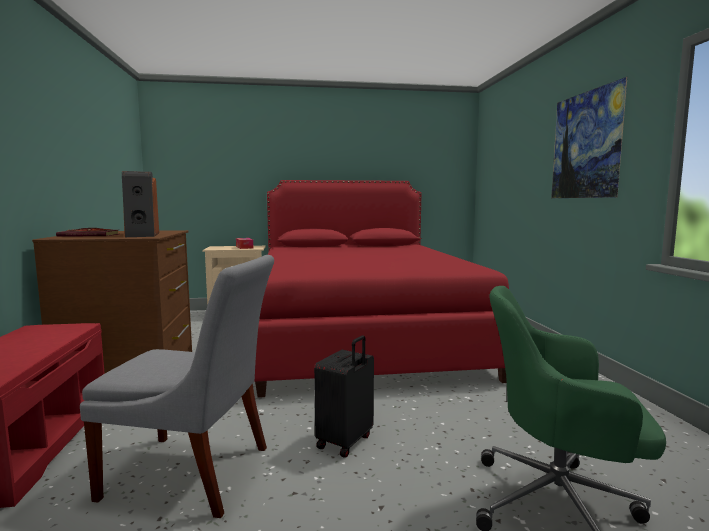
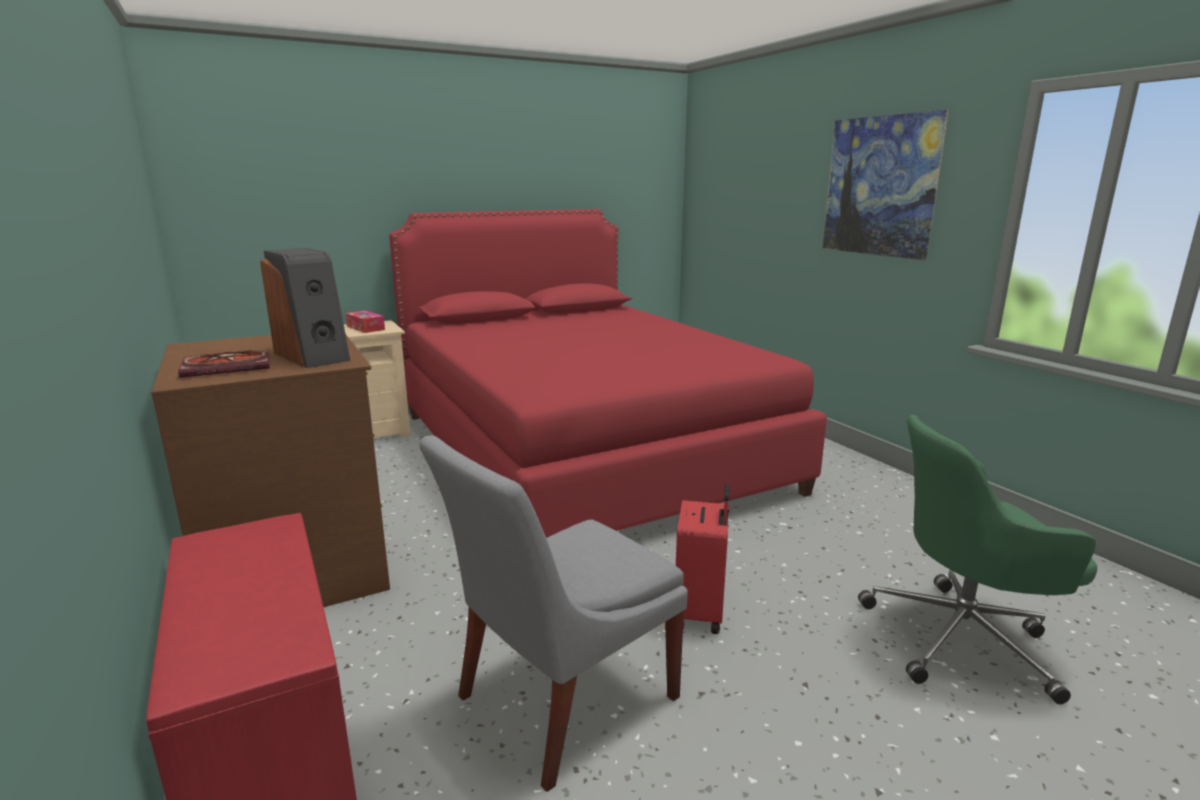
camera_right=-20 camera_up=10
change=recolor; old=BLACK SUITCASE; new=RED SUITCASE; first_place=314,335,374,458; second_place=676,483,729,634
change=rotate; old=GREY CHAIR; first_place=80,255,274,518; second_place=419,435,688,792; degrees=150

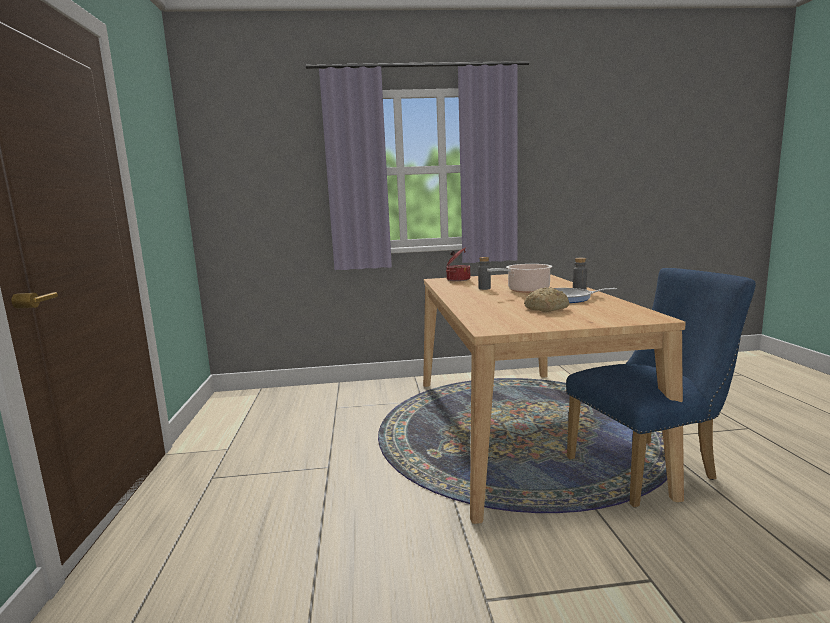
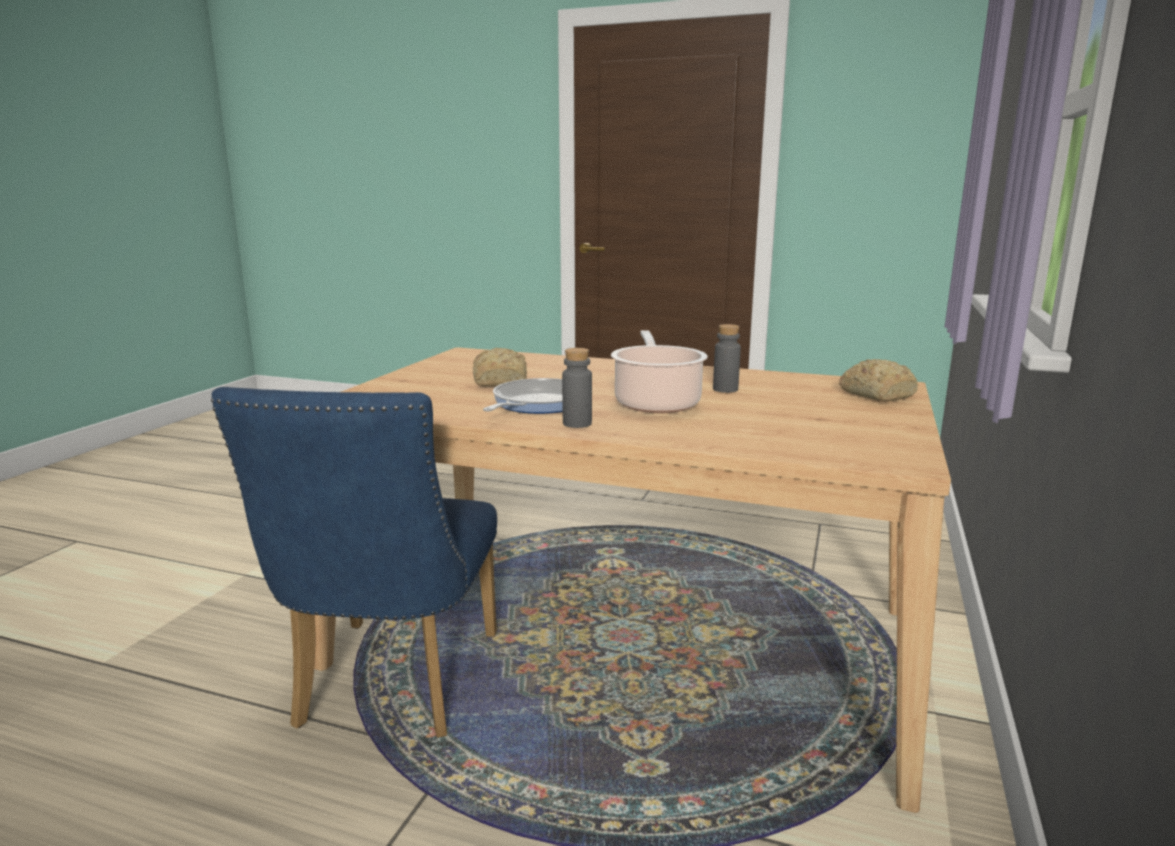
camera_right=115 camera_up=5
change=replace; old=COOKING POT; new=BREAD; first_place=446,247,471,281; second_place=839,359,918,402

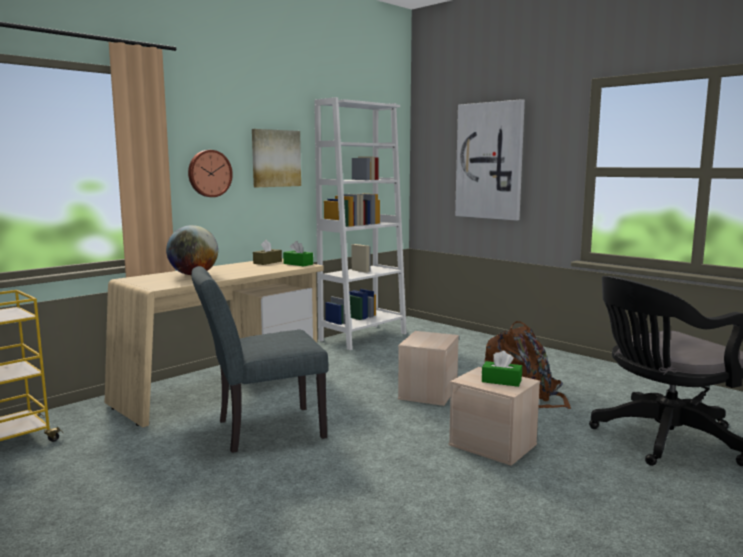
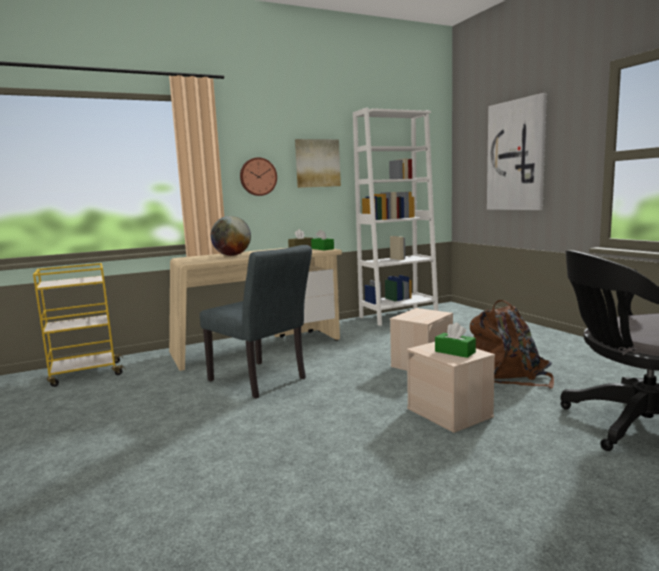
camera_right=20 camera_up=0
change=rotate; old=GREY CHAIR; first_place=191,266,328,453; second_place=200,245,312,398; degrees=-135

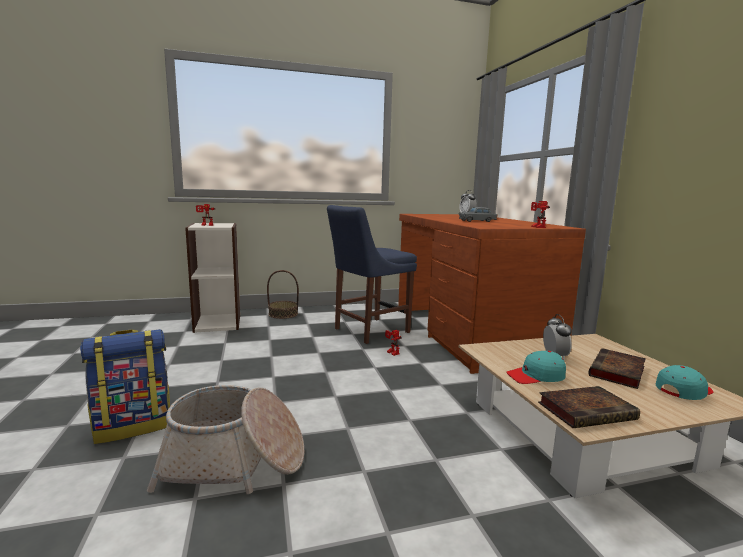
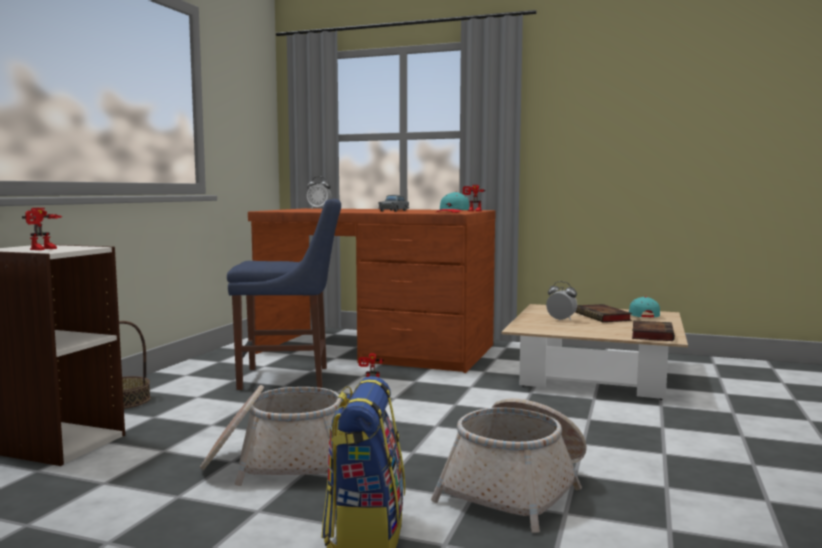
camera_right=-55 camera_up=-5
change=insert; new=BASKET; second_place=200,385,342,486
change=move; old=TURQUOISE CAP; first_place=506,351,566,384; second_place=437,192,469,213
change=rotate; old=BLUE CHAIR; first_place=327,205,417,344; second_place=227,198,341,390; degrees=-90

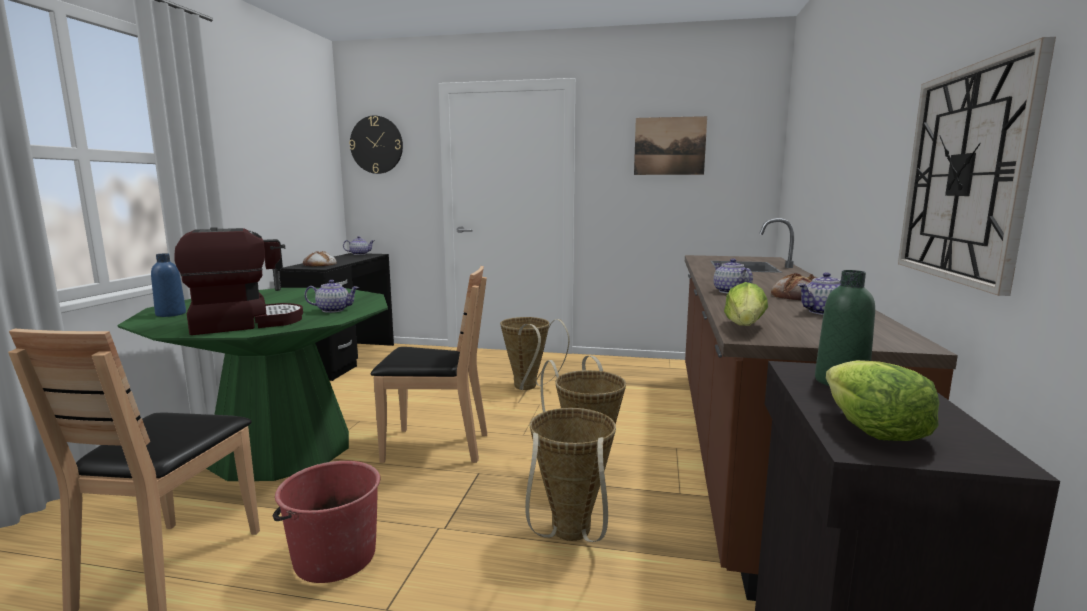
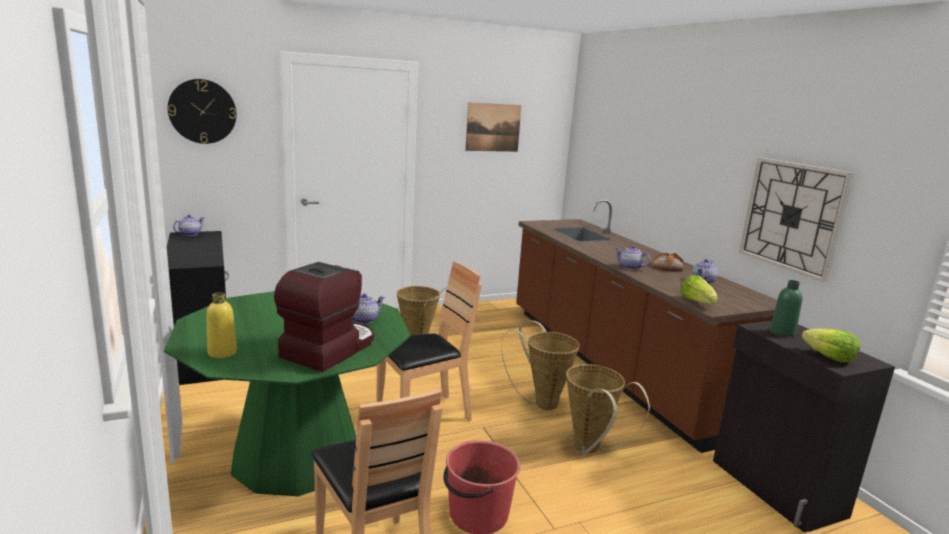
camera_right=-35 camera_up=5
change=delete; old=BREAD; first_place=303,251,337,266
change=recolor; old=BLUE BOTTLE; new=YELLOW BOTTLE; first_place=151,253,186,317; second_place=206,292,237,358

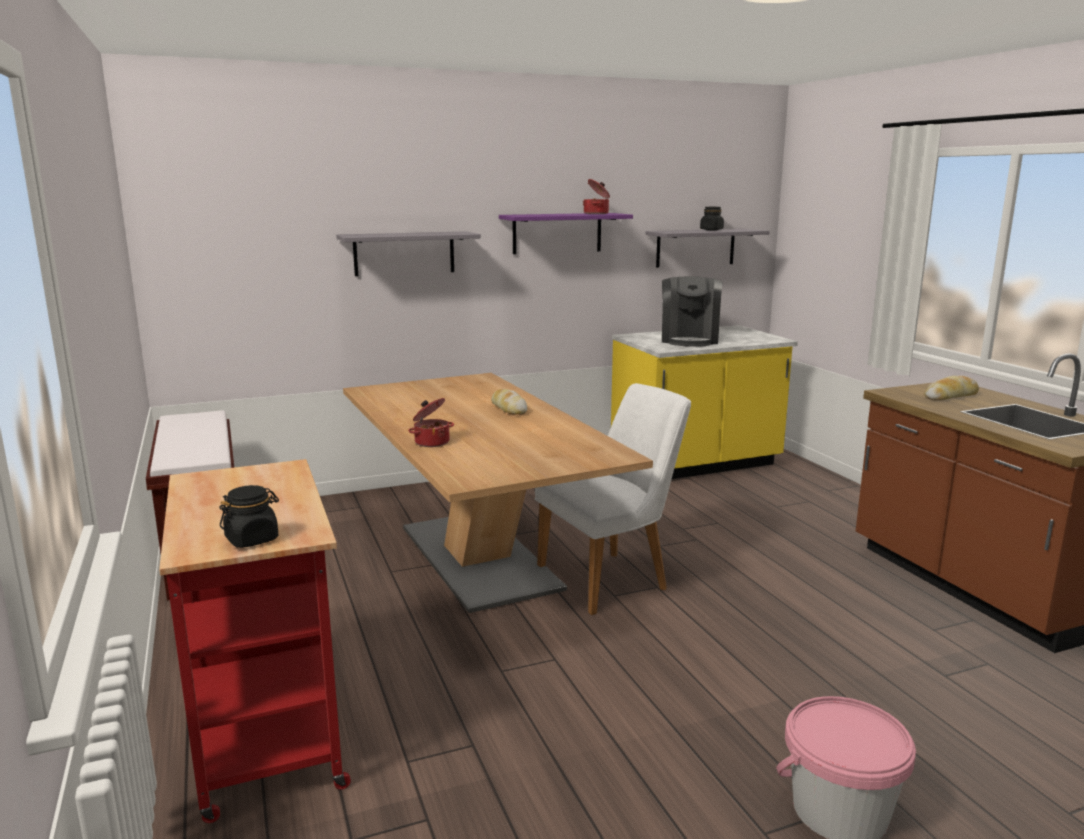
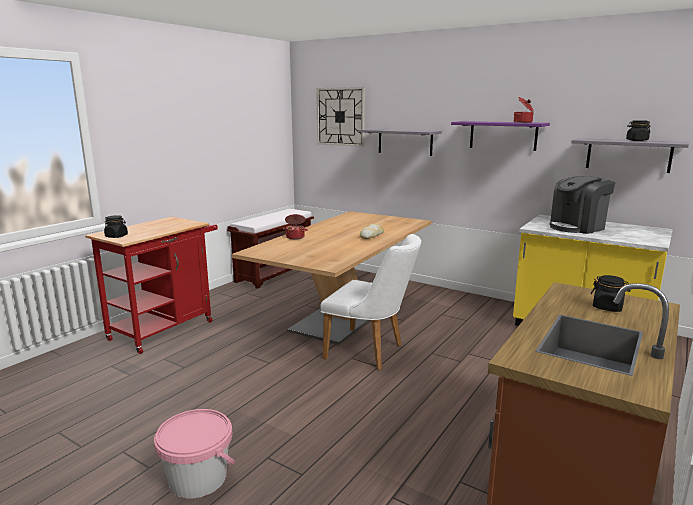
camera_right=55 camera_up=0
change=insert; new=WALL CLOCK; second_place=316,87,365,147
change=replace; old=BREAD; new=BLACK JAR; first_place=924,376,979,400; second_place=591,275,631,312

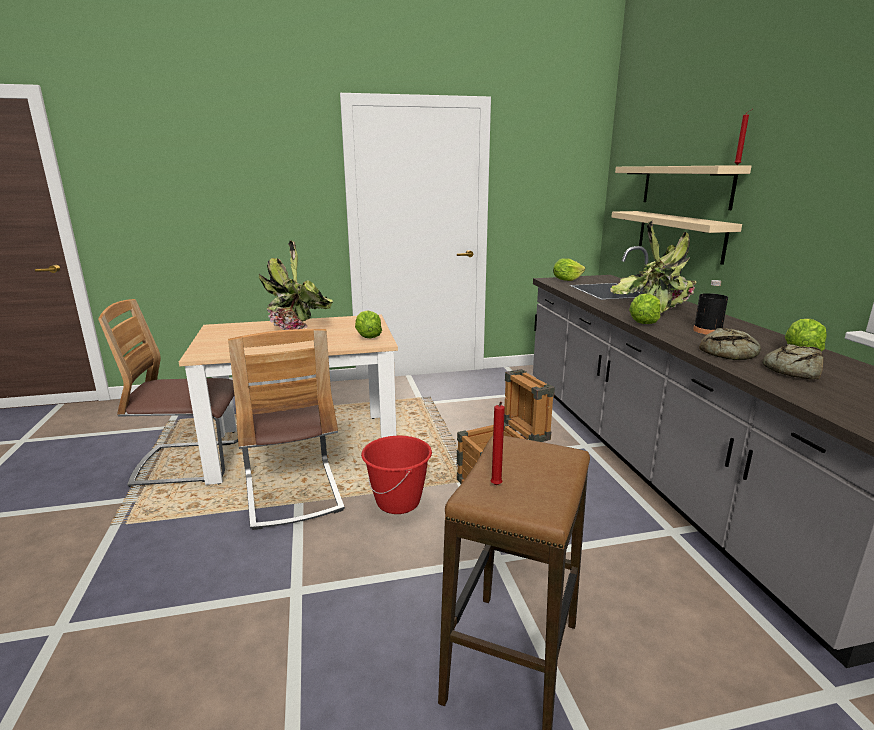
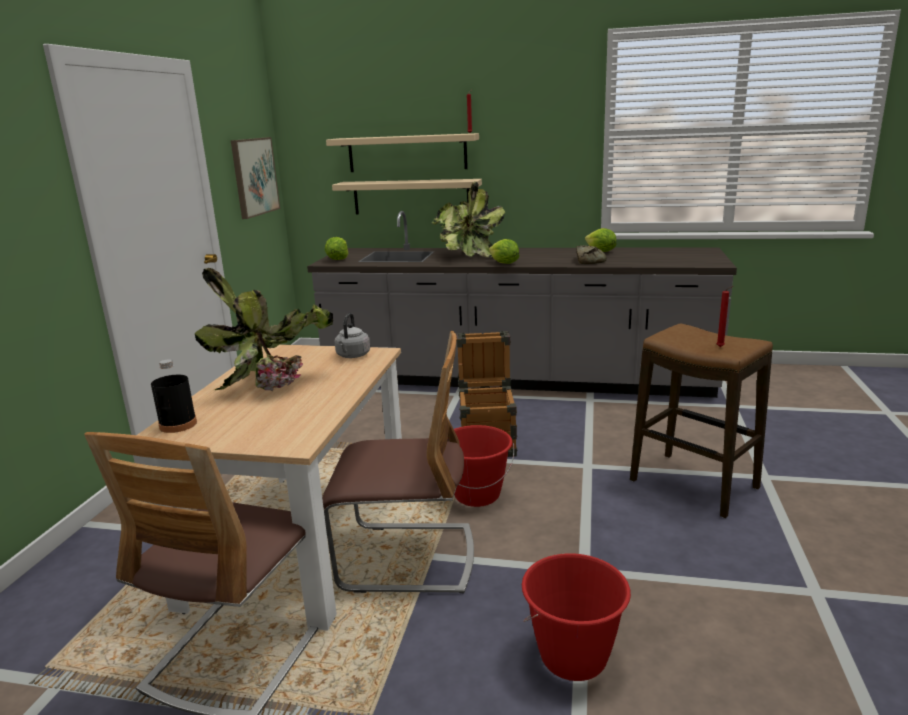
camera_right=-65 camera_up=0
change=delete; old=BREAD; first_place=762,344,823,380
change=insert; new=PICTURE; second_place=231,137,280,219
change=insert; new=RED BUCKET; second_place=522,553,631,681
change=move; old=BLACK BOTTLE; first_place=693,280,728,334; second_place=151,359,197,433
change=replace; old=LETTUCE; new=GREY KETTLE; first_place=355,310,382,338; second_place=335,313,370,358

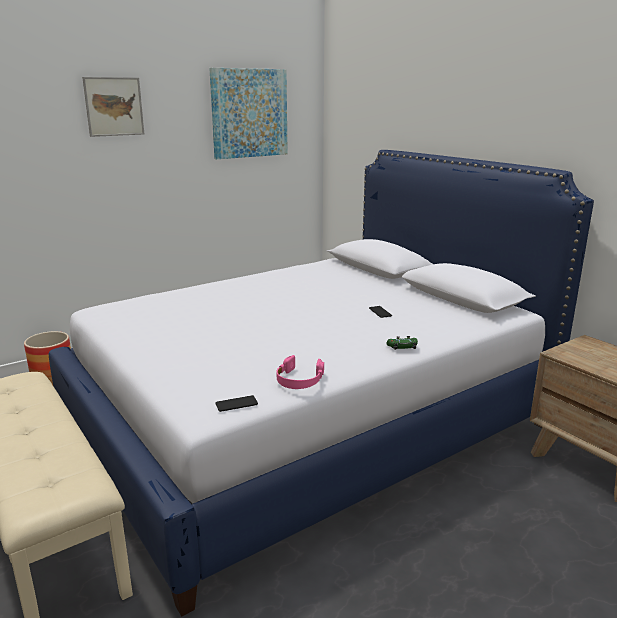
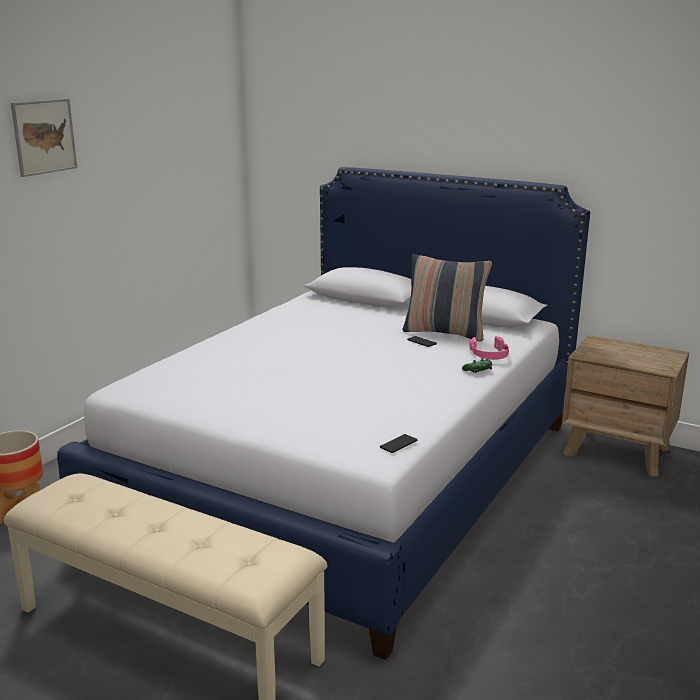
camera_right=-25 camera_up=0
change=delete; old=PICTURE; first_place=209,68,288,159
change=insert; new=PILLOW; second_place=402,254,492,341
change=move; old=PINK HEADPHONES; first_place=277,355,324,389; second_place=469,336,509,360

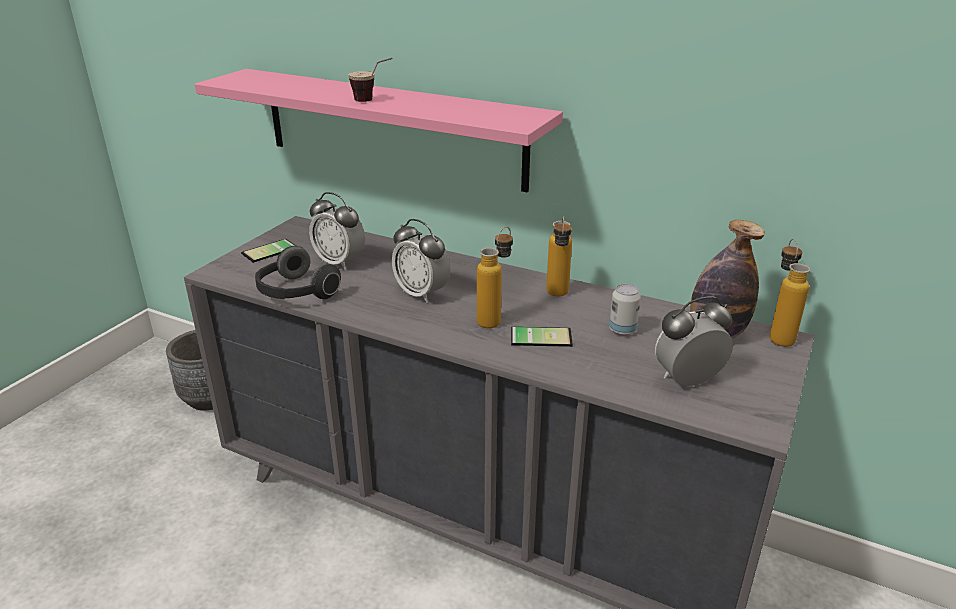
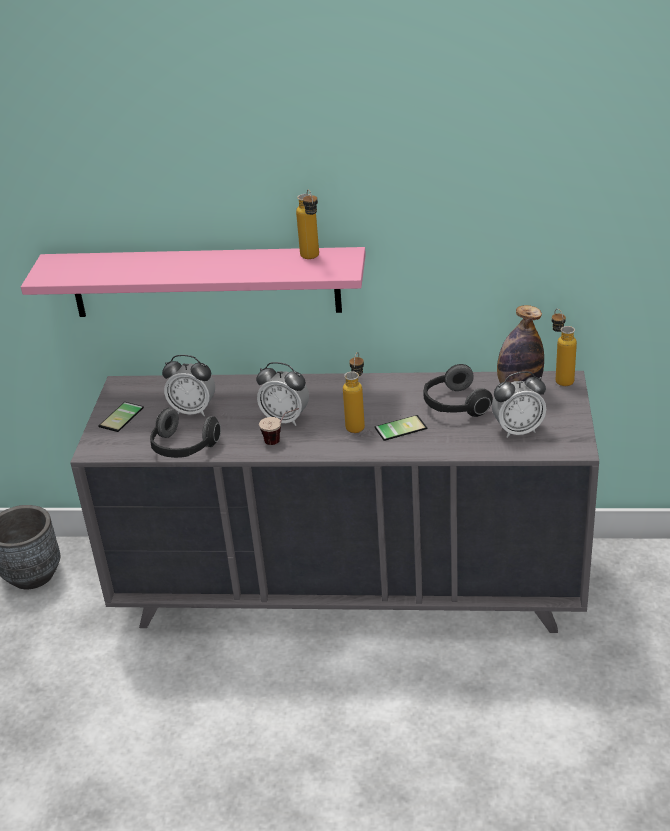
camera_right=-20 camera_up=5
change=move; old=CUP; first_place=348,58,392,102; second_place=259,408,299,445
change=move; old=BOTTLE; first_place=546,216,572,296; second_place=296,189,319,259
change=replace; old=CAN; new=HEADPHONES; first_place=609,284,641,336; second_place=424,364,493,417
change=rotate; old=ALARM CLOCK; first_place=655,296,733,387; second_place=492,371,546,438; degrees=-150

